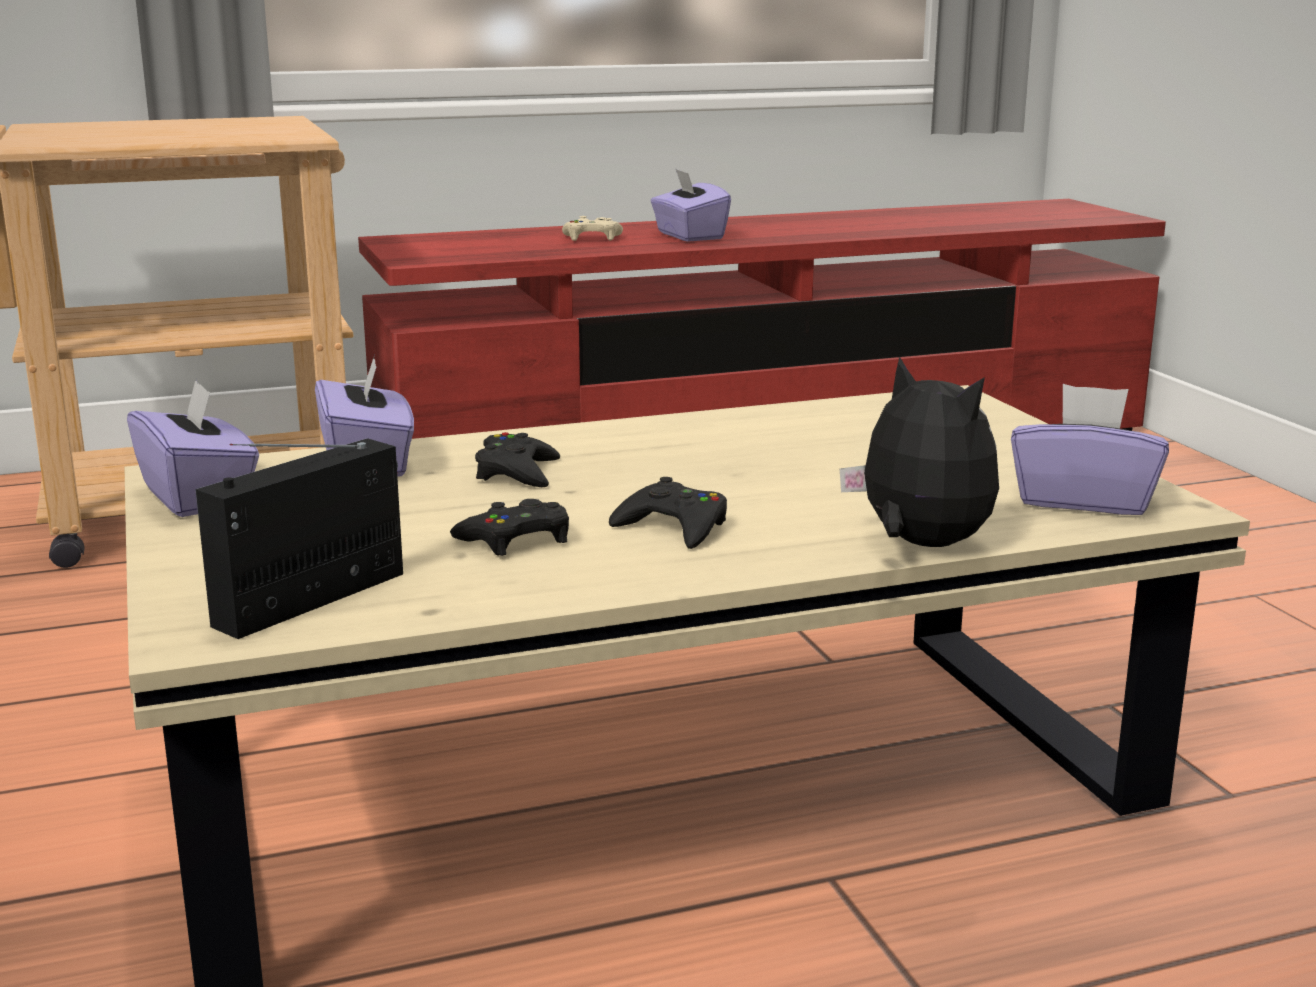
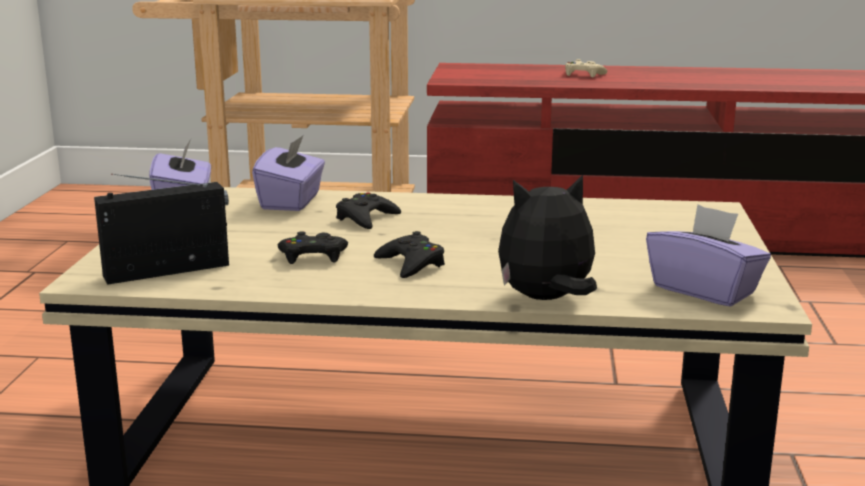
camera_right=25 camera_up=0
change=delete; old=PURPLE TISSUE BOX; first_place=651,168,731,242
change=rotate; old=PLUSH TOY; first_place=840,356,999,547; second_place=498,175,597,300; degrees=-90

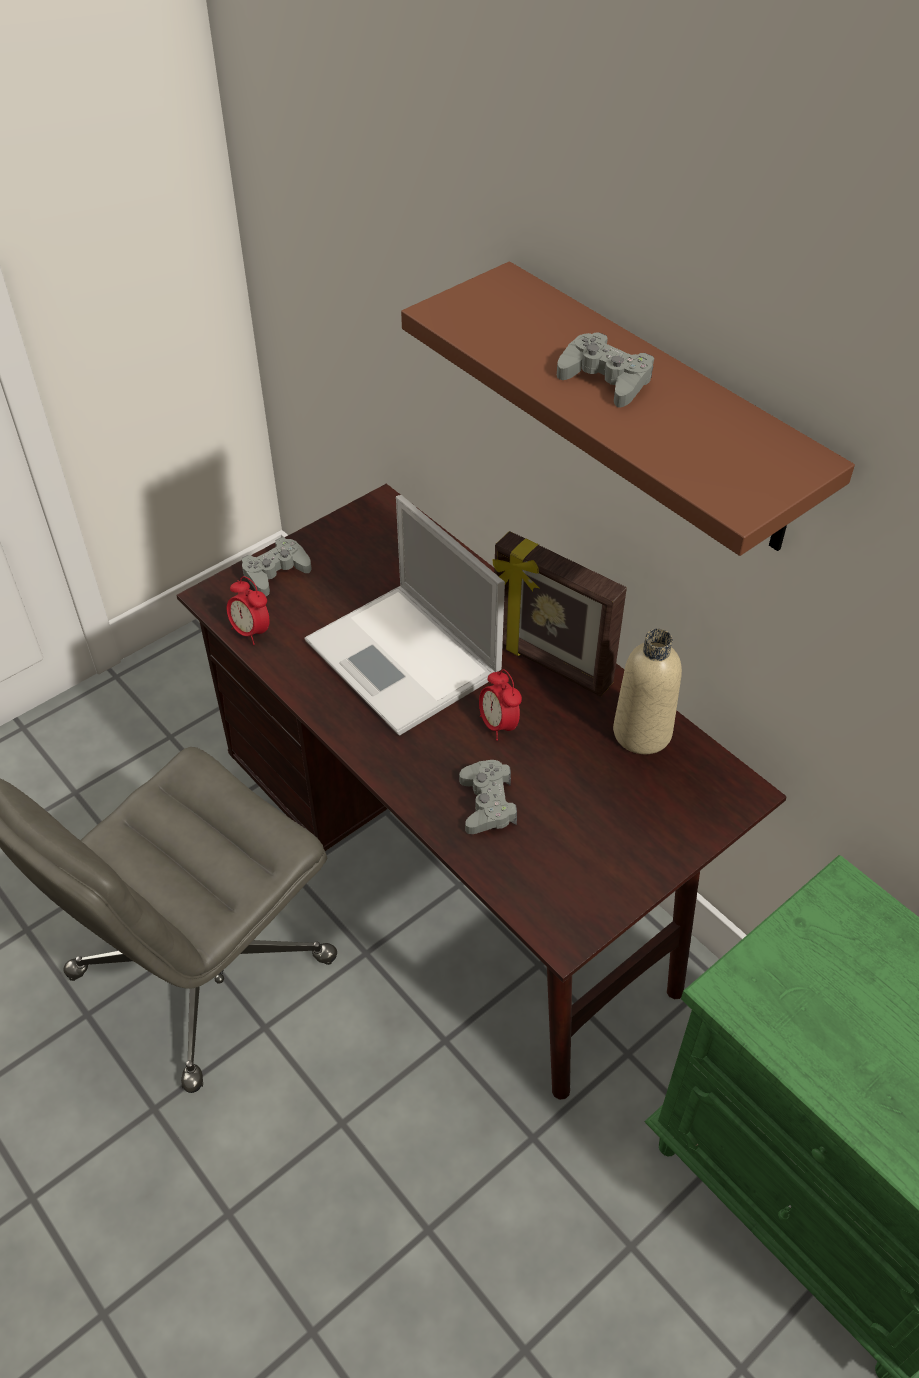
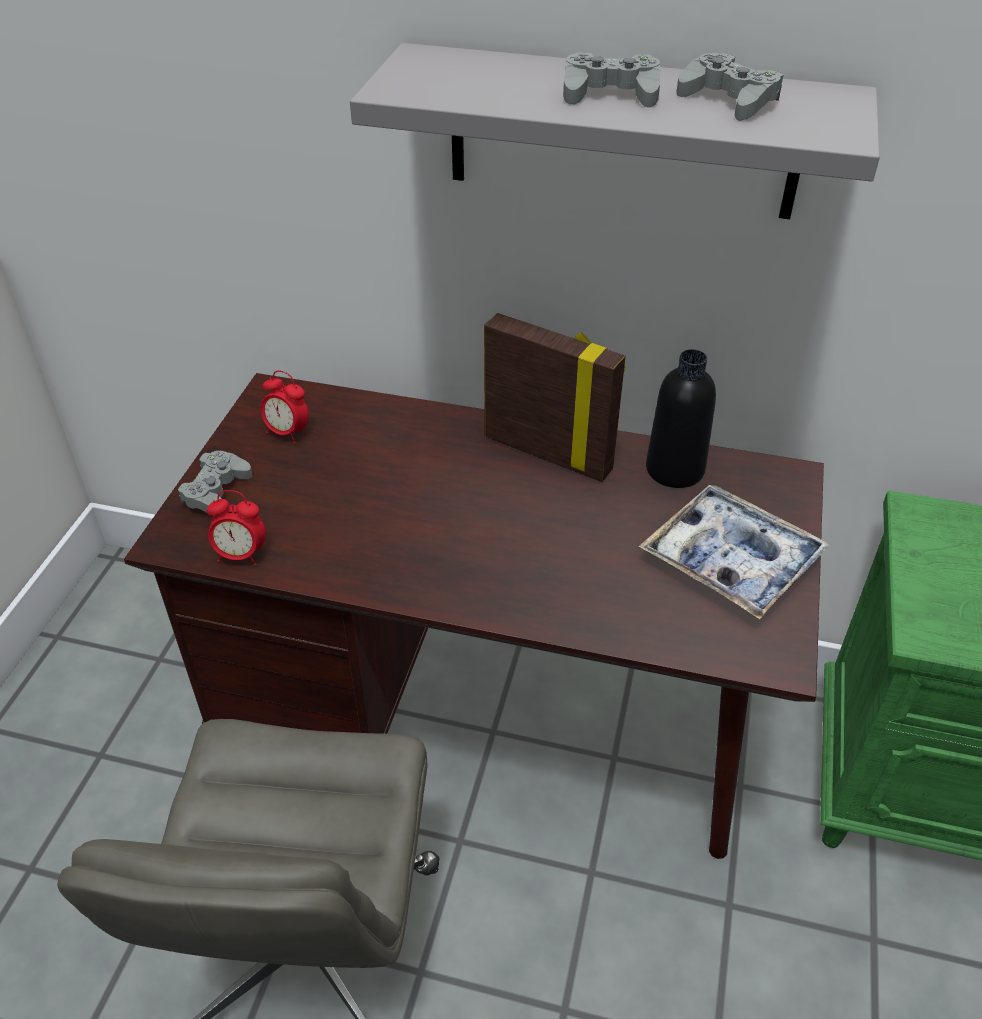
camera_right=-35 camera_up=-5
change=delete; old=LAPTOP; first_place=304,495,505,735
change=insert; new=TRAY; second_place=639,485,830,619
change=move; old=GREY GAME CONTROLLER; first_place=459,760,517,834; second_place=676,53,784,121
change=move; old=ALARM CLOCK; first_place=479,669,522,741; second_place=260,371,309,443
change=recolor; old=BROWN SHELF; new=GREY SHELF; first_place=401,261,855,556; second_place=350,43,880,219
change=recolor; old=BEIGE BOTTLE; new=BLACK BOTTLE; first_place=613,629,682,754; second_place=646,349,716,488
change=rotate; old=PICTURE FRAME; first_place=493,531,627,697; second_place=484,313,626,482; degrees=-150

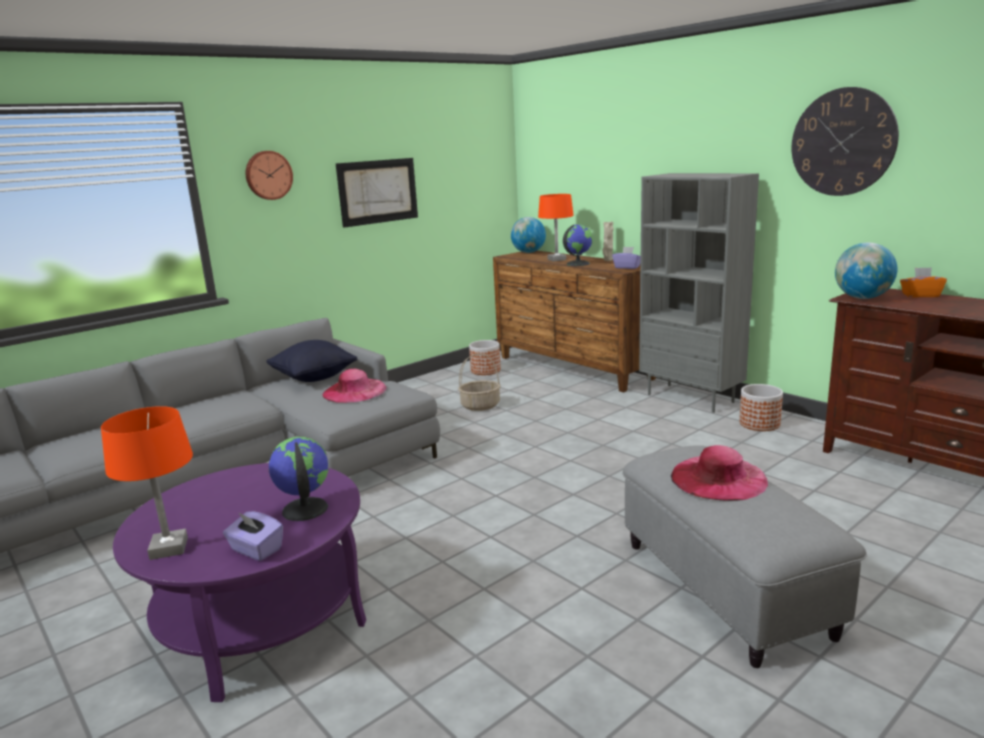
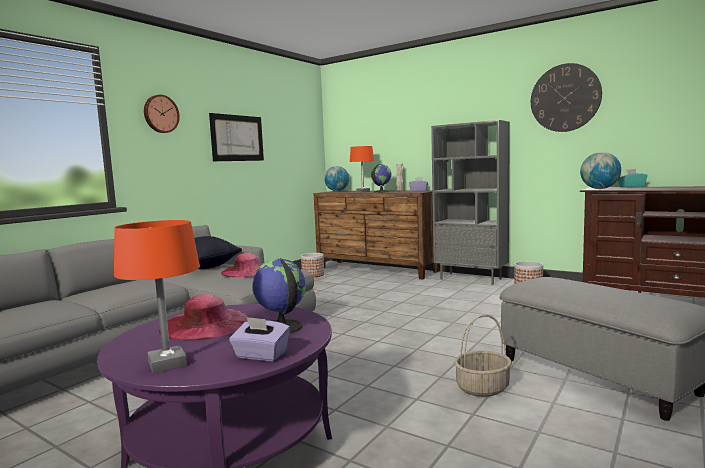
camera_right=-15 camera_up=-10
change=move; old=BASKET; first_place=458,353,501,411; second_place=454,315,512,397
change=move; old=PINK HAT; first_place=671,445,768,501; second_place=159,294,248,340
change=recolor; old=ORANGE TISSUE BOX; new=TURQUOISE TISSUE BOX; first_place=900,267,947,298; second_place=618,169,647,188

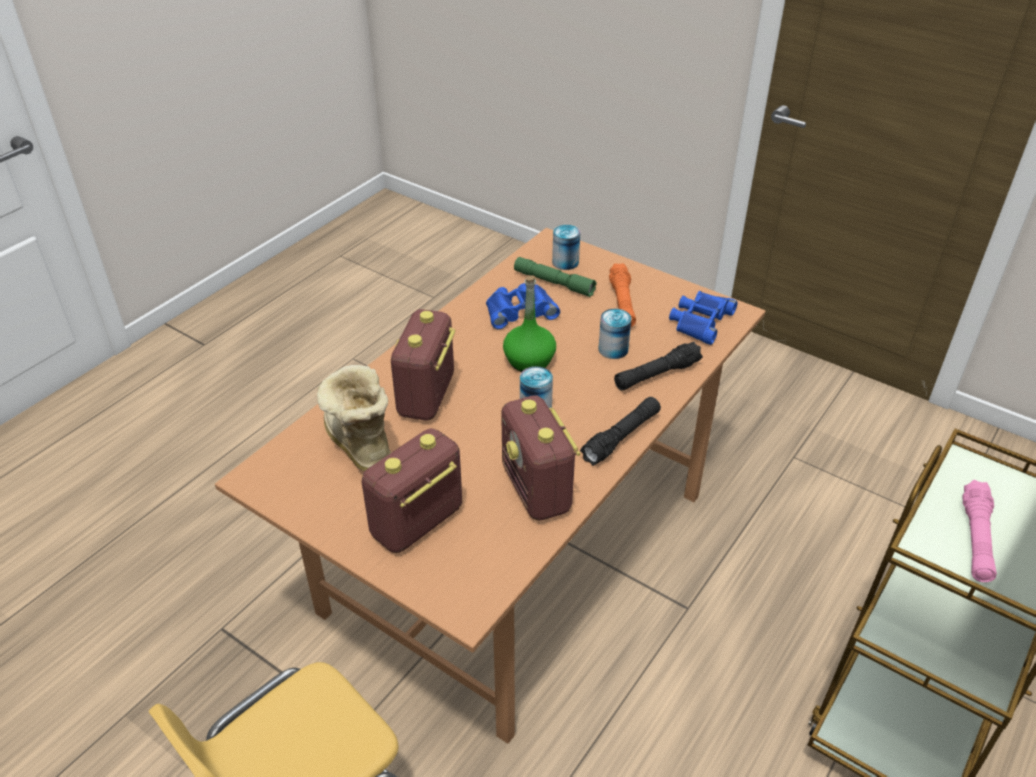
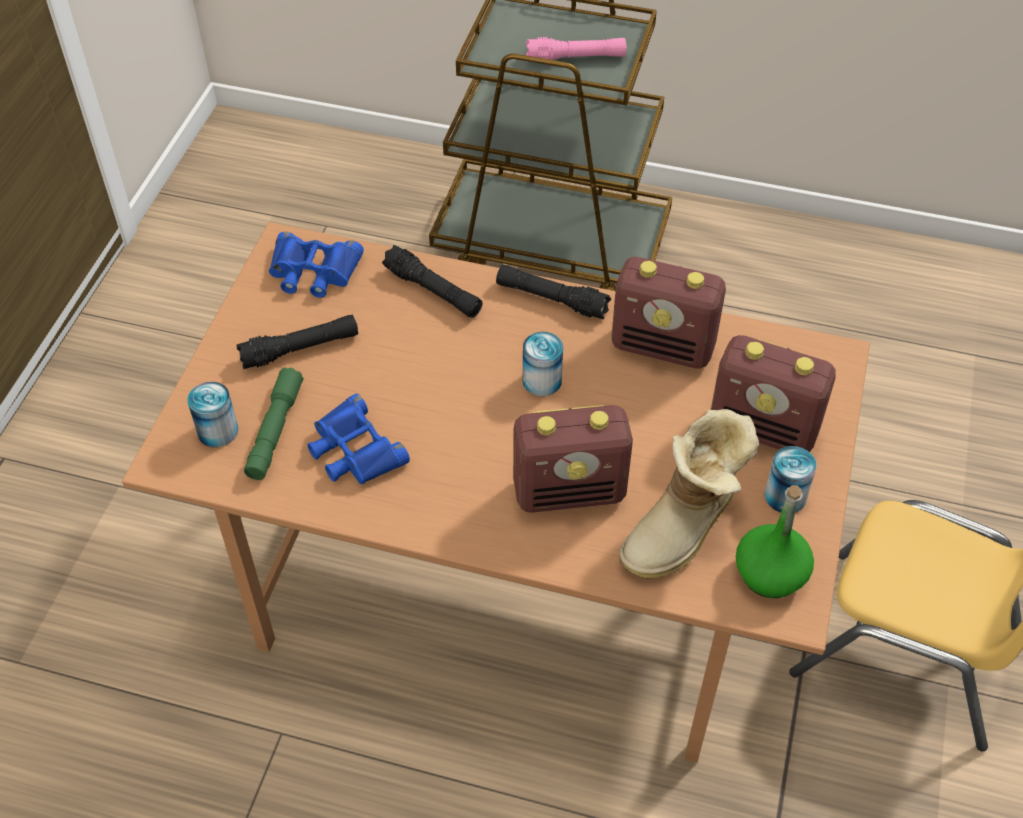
camera_right=-110 camera_up=10
change=move; old=GREEN BOTTLE; first_place=503,276,556,372; second_place=736,485,814,598
change=move; old=CAN; first_place=598,309,631,359; second_place=764,446,817,513
change=recolor; old=ORANGE FLASHLIGHT; new=BLACK FLASHLIGHT; first_place=609,263,636,327; second_place=236,315,358,369
change=rotate; old=RADIO; first_place=501,396,580,520; second_place=611,257,726,368; degrees=60

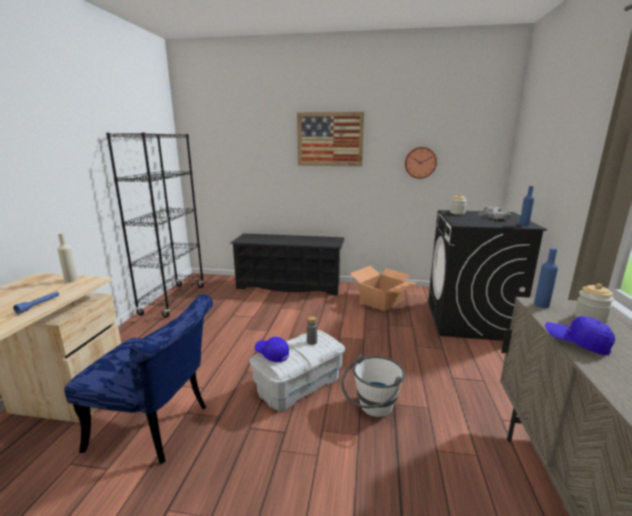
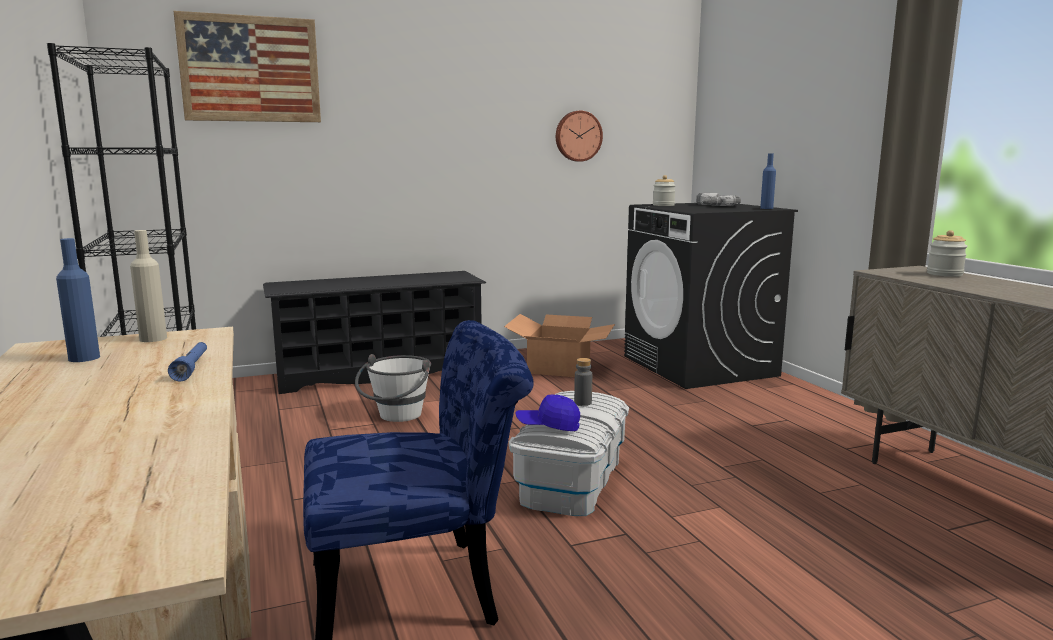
camera_right=-30 camera_up=-5
change=delete; old=BLUE CAP; first_place=545,316,615,355
change=move; old=PICTURE; first_place=297,112,364,166; second_place=174,11,321,122
change=move; old=WHITE BUCKET; first_place=342,355,405,417; second_place=355,354,431,422
change=move; old=BLUE BOTTLE; first_place=534,248,558,308; second_place=56,238,100,362

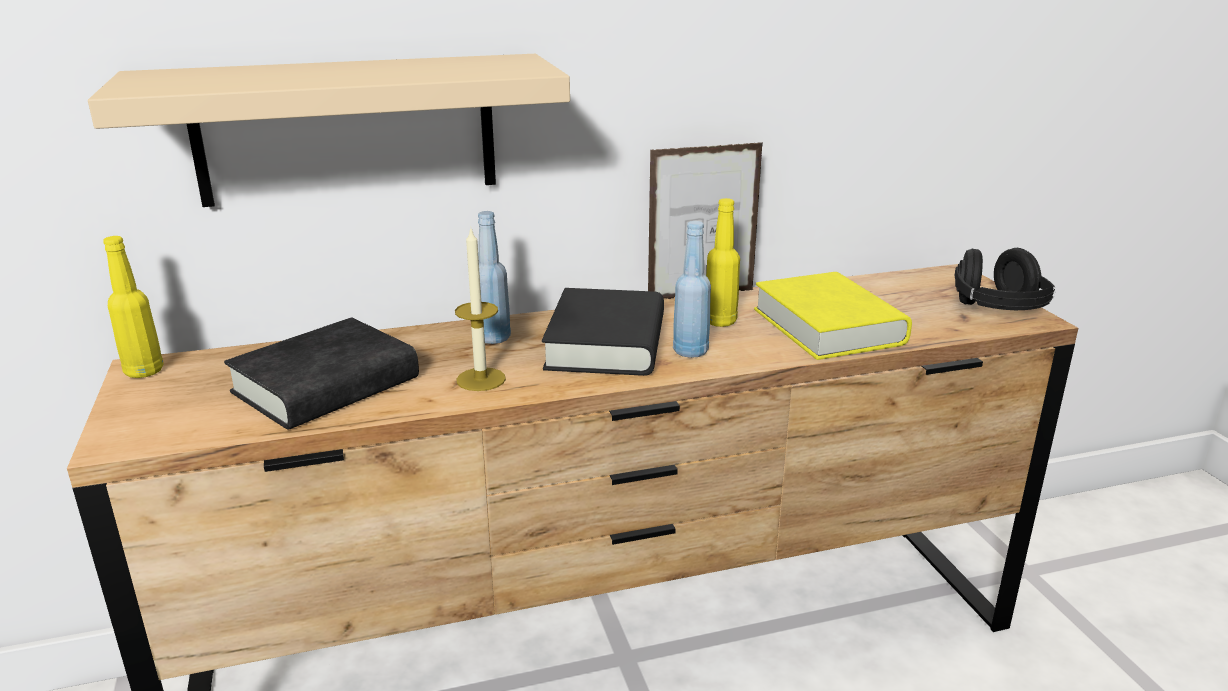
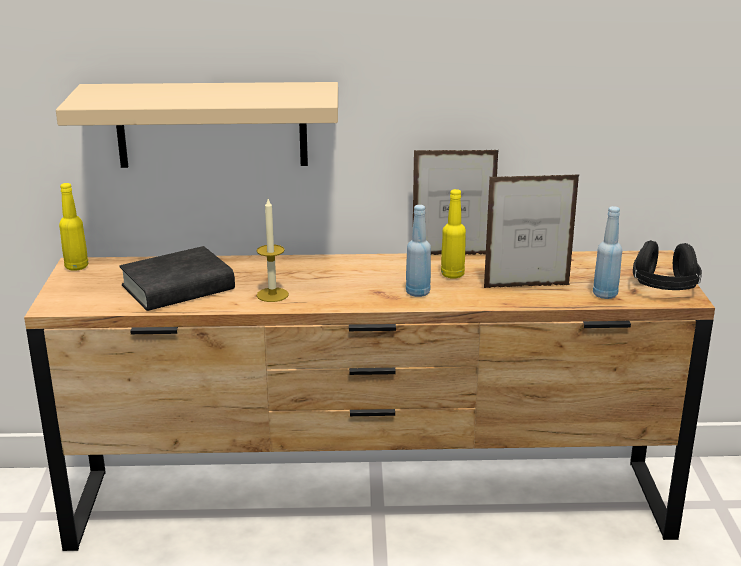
camera_right=15 camera_up=0
change=delete; old=BLACK BOOK; first_place=542,288,664,376
change=move; old=BLUE BOTTLE; first_place=478,211,511,344; second_place=593,206,622,299
change=replace; old=YELLOW BOOK; new=PICTURE FRAME; first_place=754,272,912,360; second_place=484,174,579,288

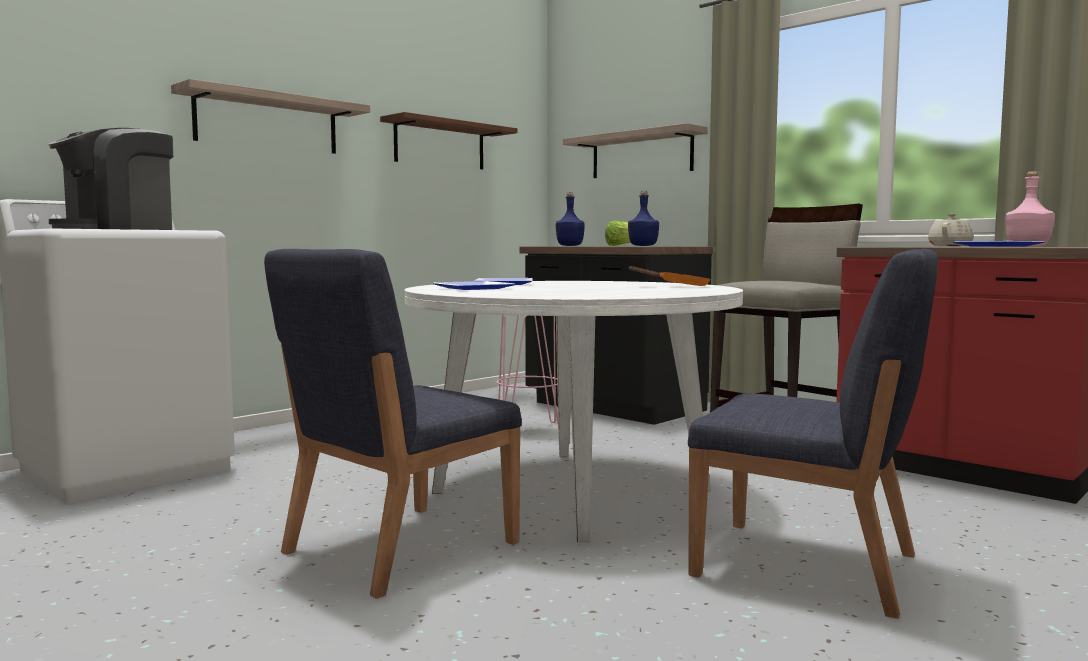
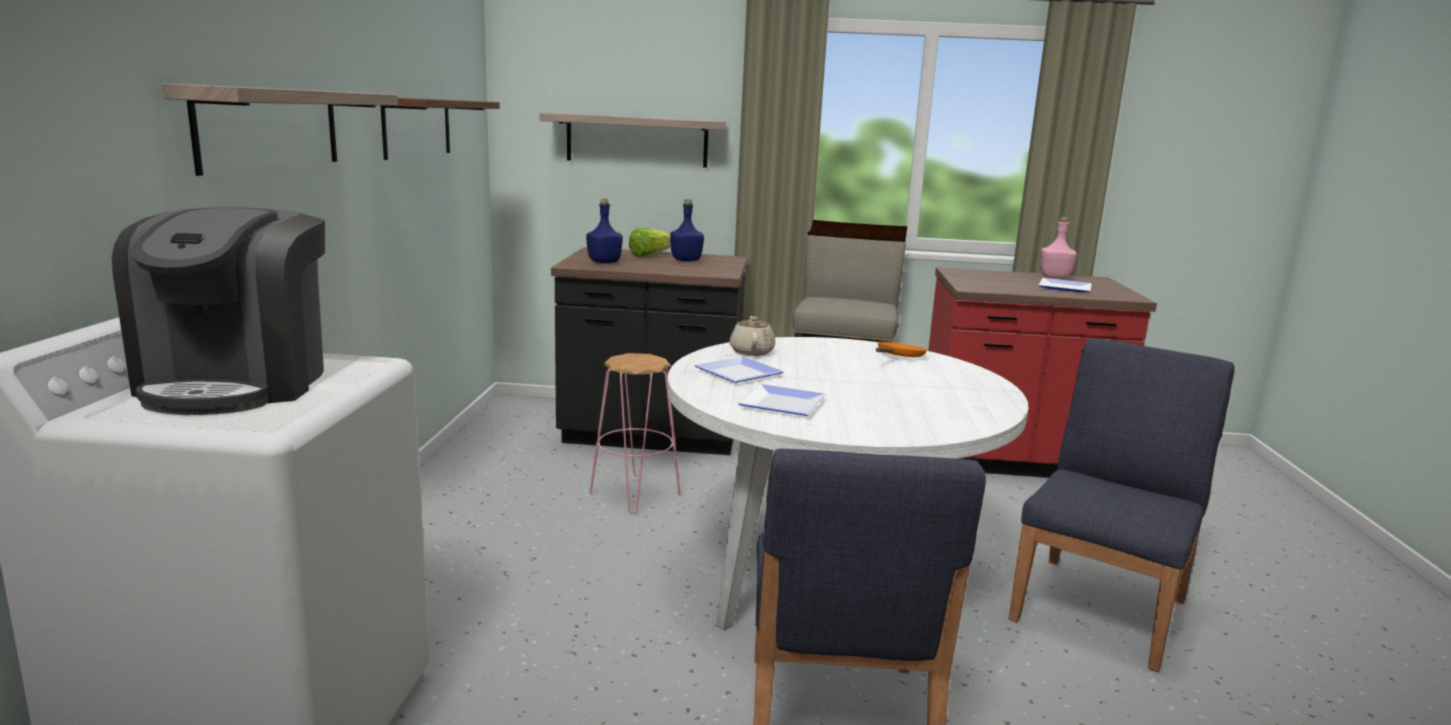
camera_right=-40 camera_up=10
change=move; old=BEIGE TEAPOT; first_place=928,213,974,246; second_place=729,316,775,356
change=rotate; old=BLUE CHAIR; first_place=688,249,938,619; second_place=1008,338,1235,672; degrees=-45

